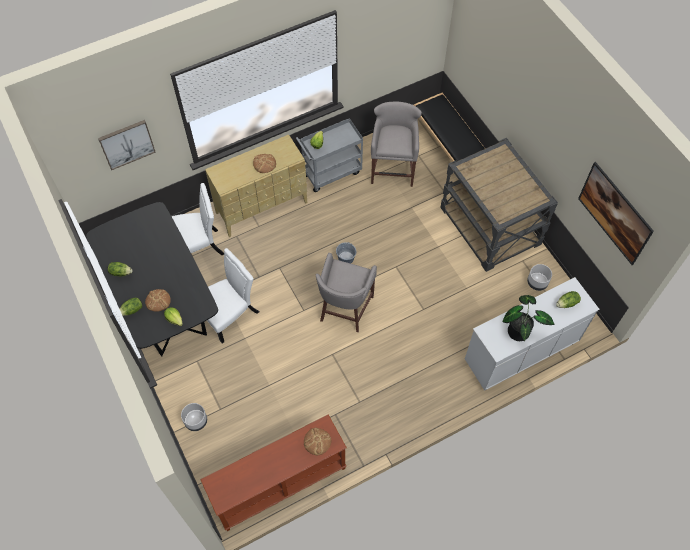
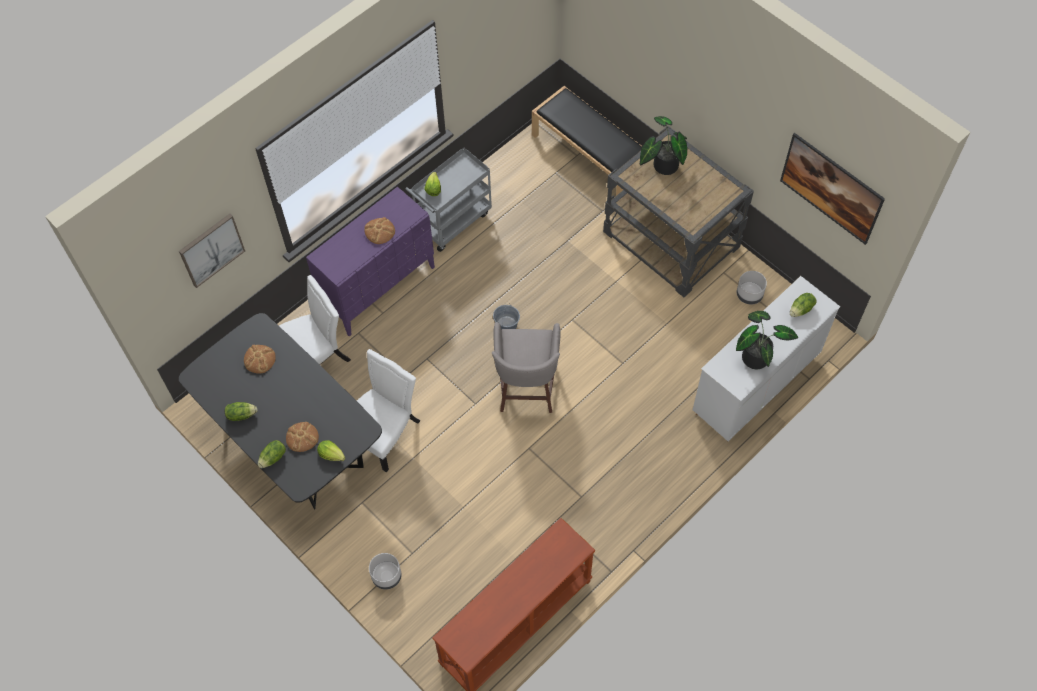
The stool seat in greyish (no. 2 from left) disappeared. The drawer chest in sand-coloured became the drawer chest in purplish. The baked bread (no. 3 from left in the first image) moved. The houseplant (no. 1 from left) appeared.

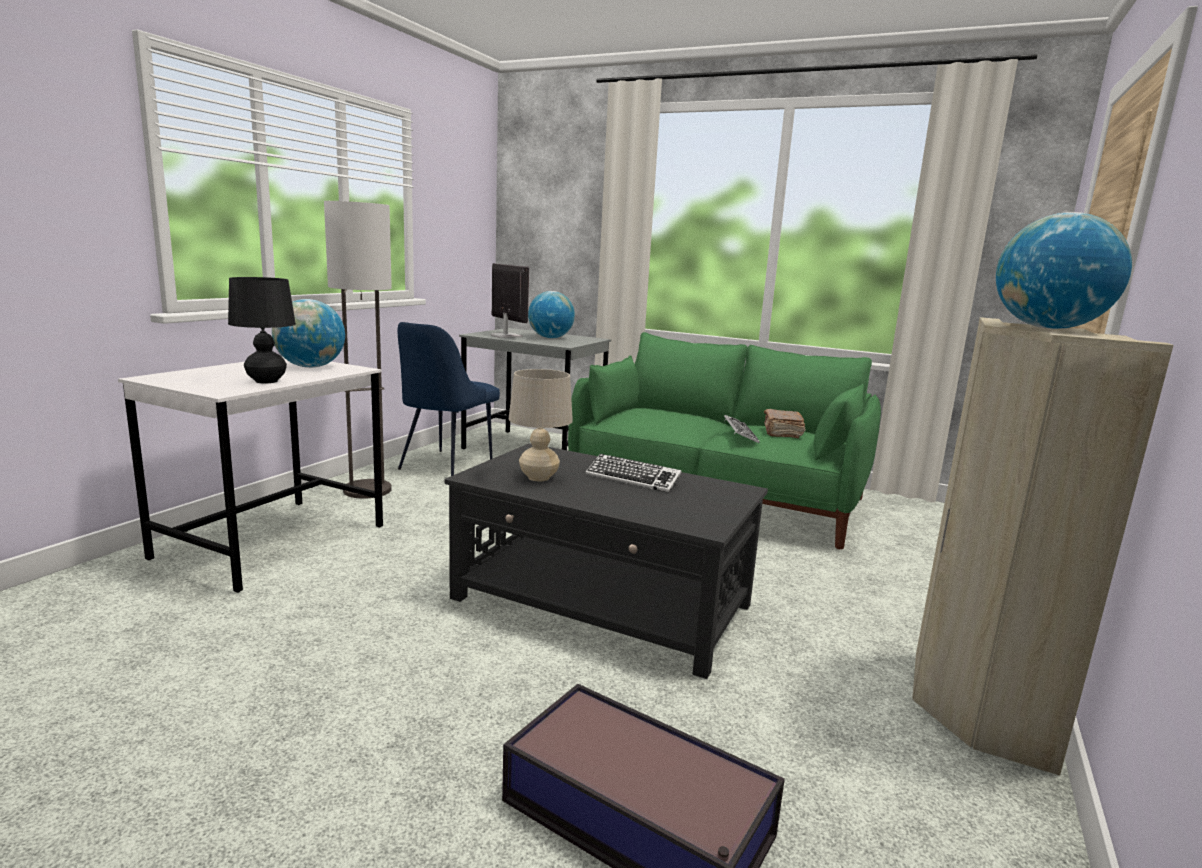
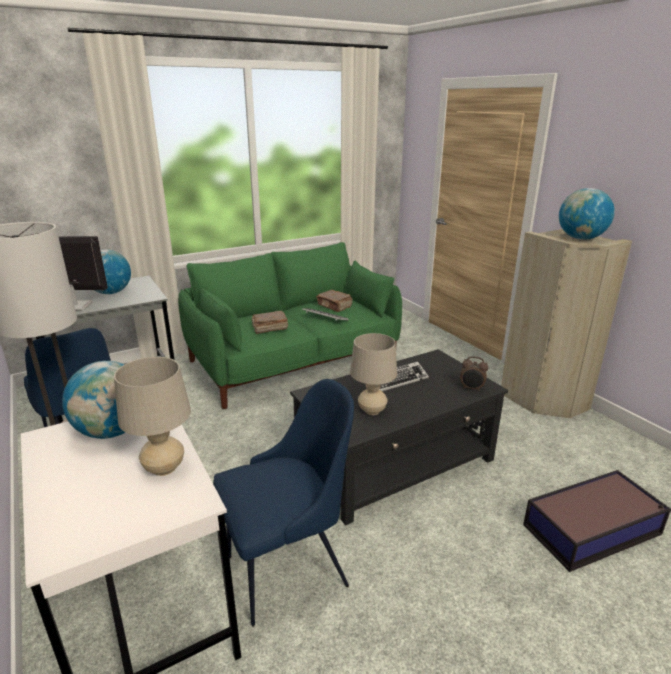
The tabletop lamp in blackish became the tabletop lamp in sand-coloured (no. 1 from left). The bound book in brown-coloured (no. 1 from left) appeared. The table clock appeared. The upright chair in blue (no. 2 from left) appeared.

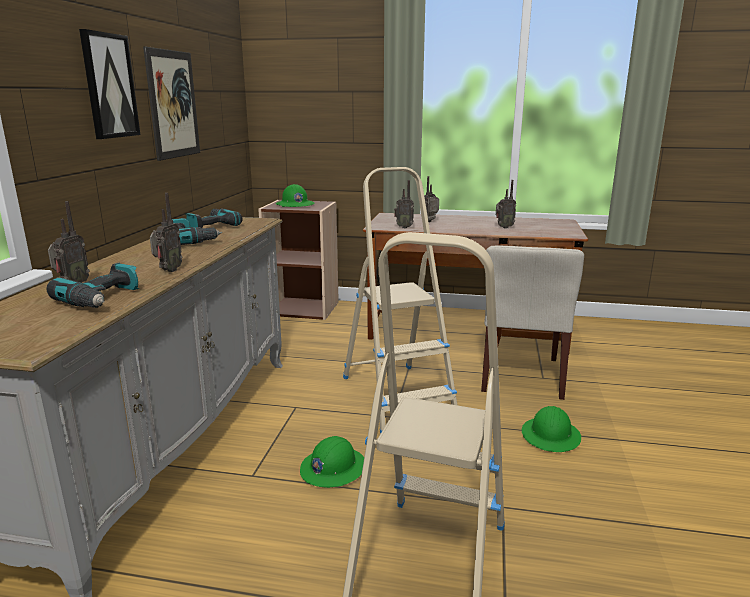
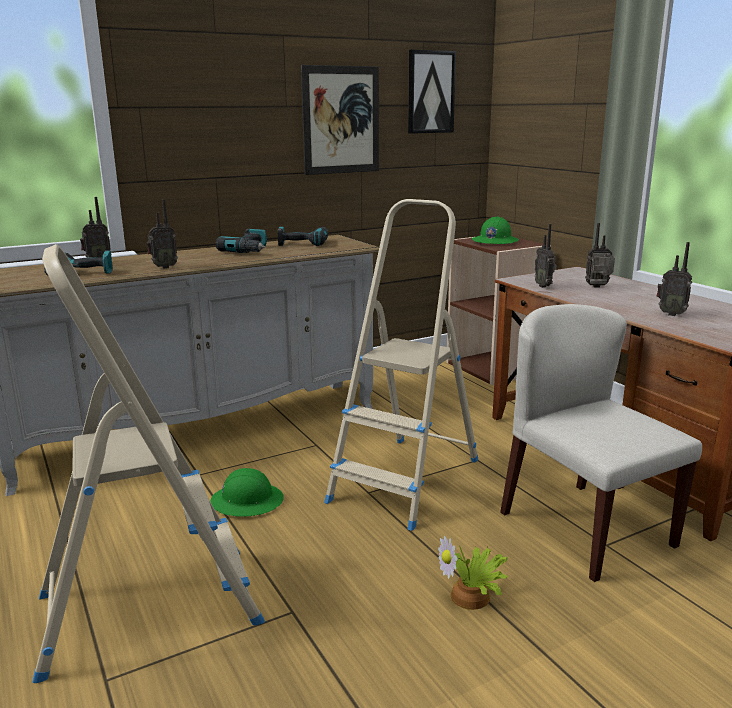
The wall picture (no. 1 from left in the first image) moved. The upright chair in sand-coloured turned 90 degrees clockwise. The hard hat in greenish (no. 3 from left) was replaced by the houseplant.

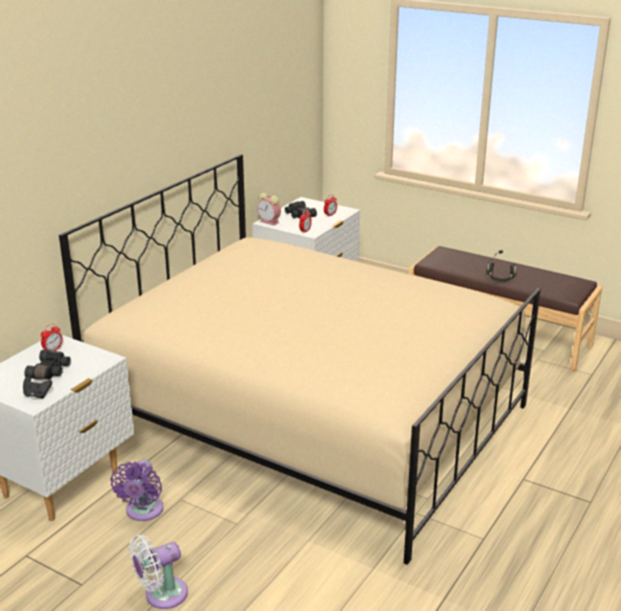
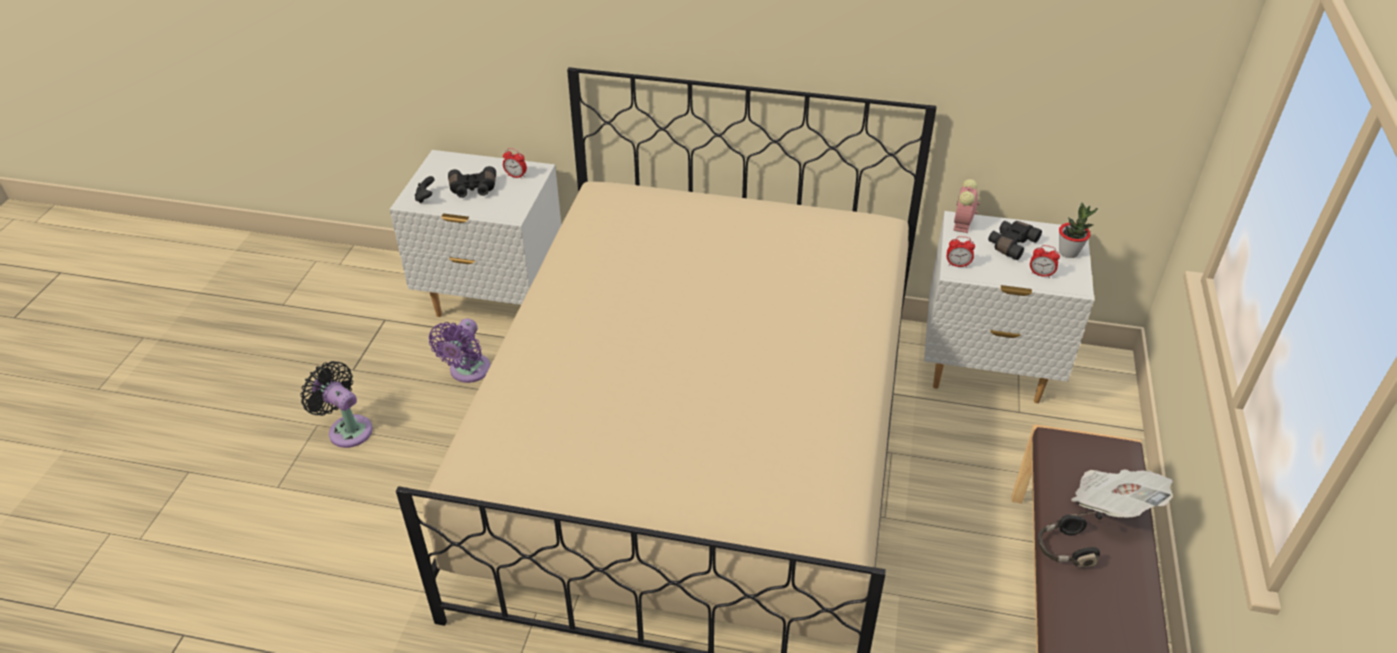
The cooling fan in purplish turned 60 degrees counterclockwise. The cooling fan in white became the cooling fan in blackish. The houseplant appeared. The printed paper appeared.

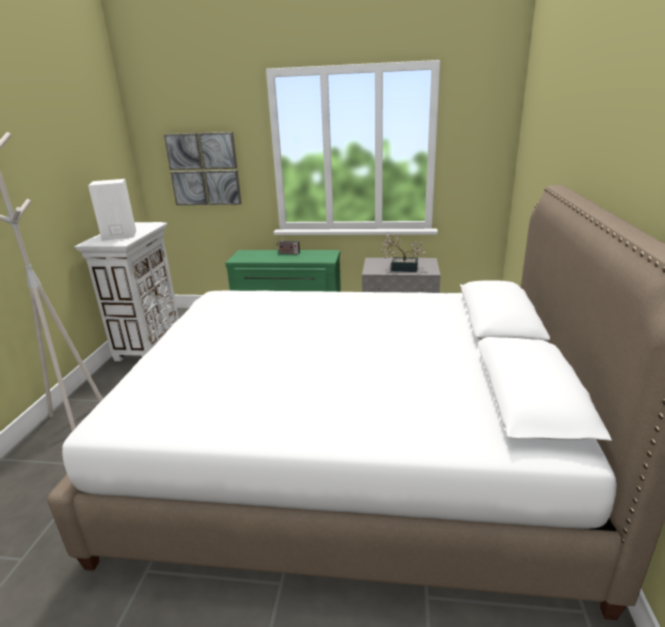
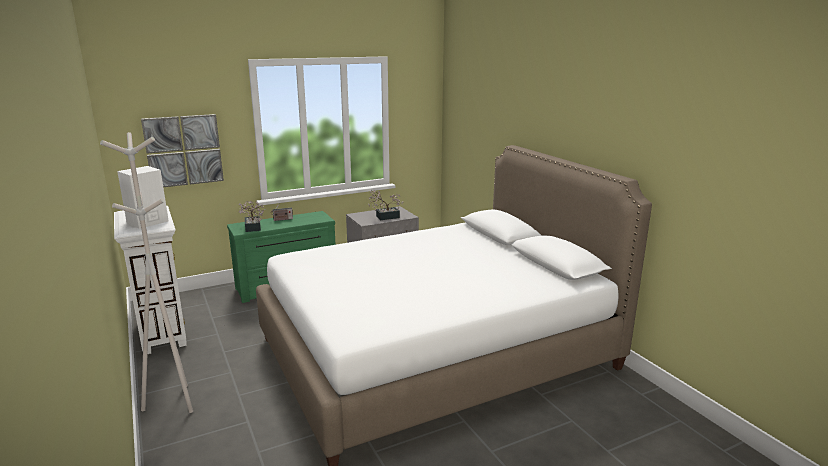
The houseplant (no. 1 from left) appeared.

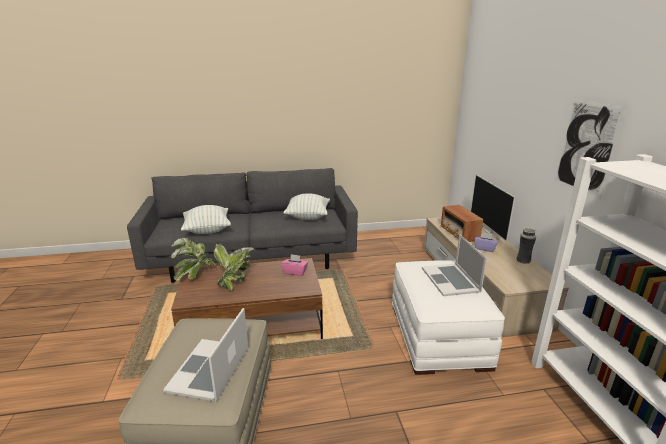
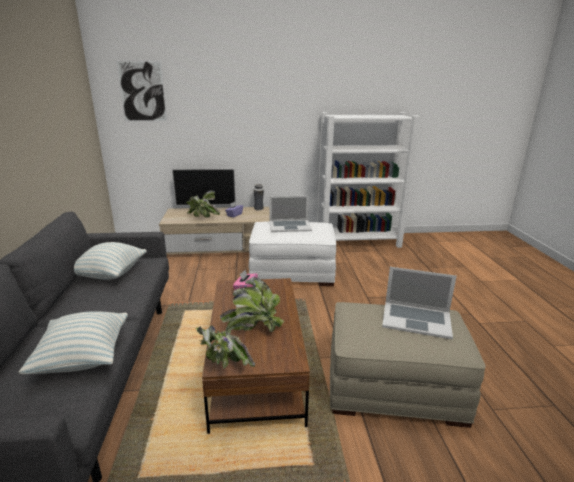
The wall picture moved. The radio was replaced by the houseplant (no. 1 from left).

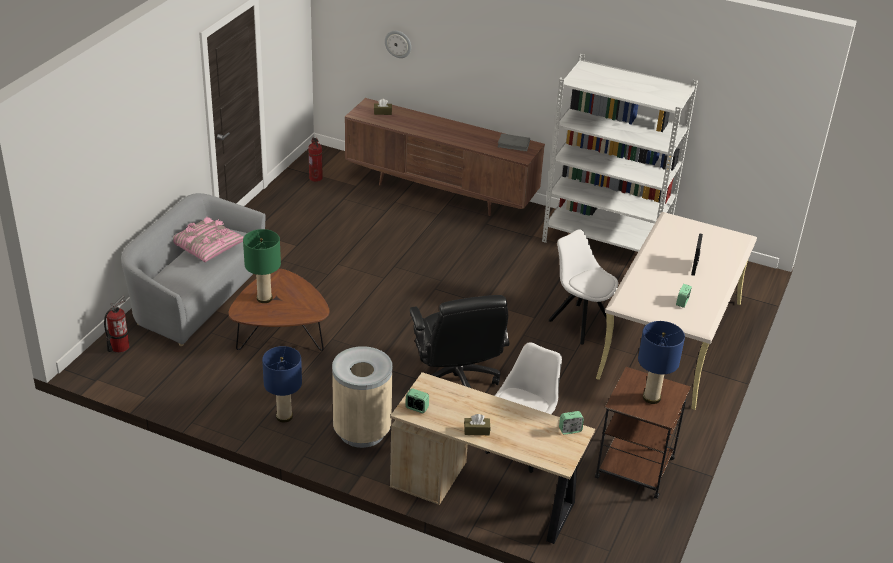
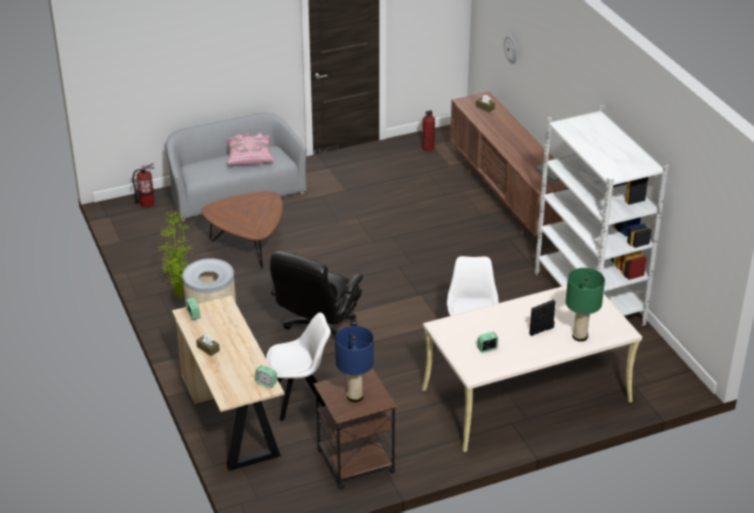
The tabletop lamp in greenish moved. The tabletop lamp in blue (no. 1 from left) was replaced by the houseplant.

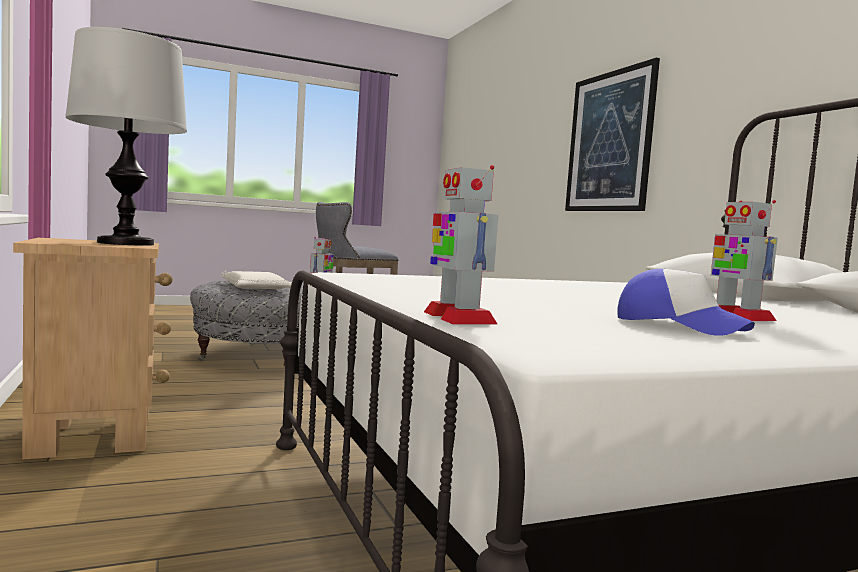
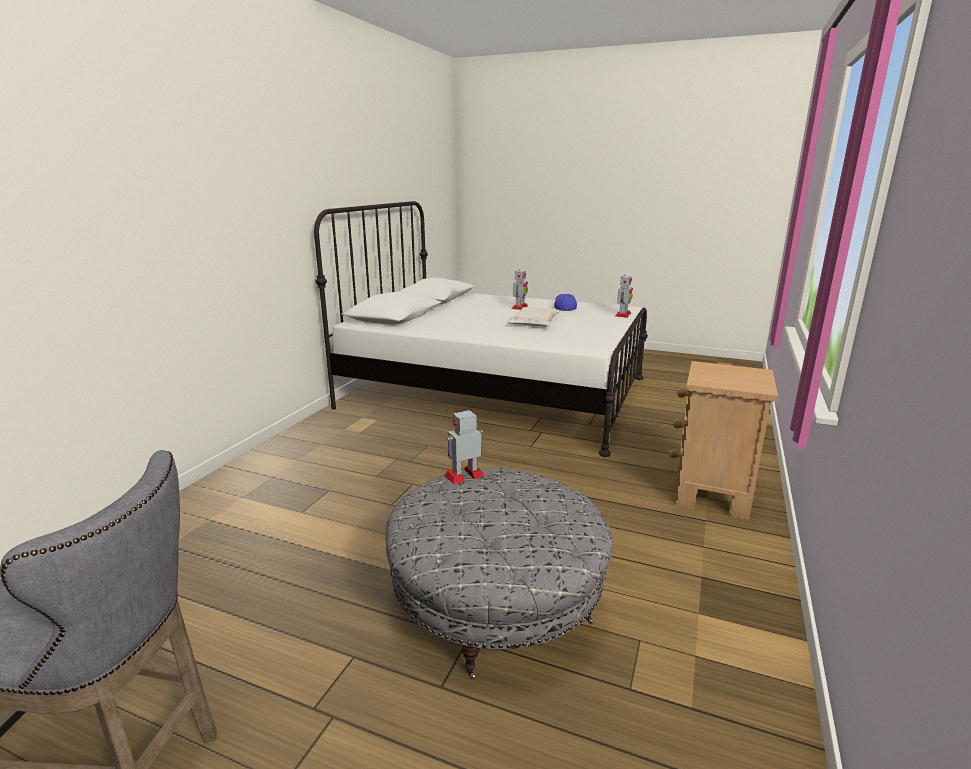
The tabletop lamp disappeared. The wall picture disappeared. The pillow in white moved.

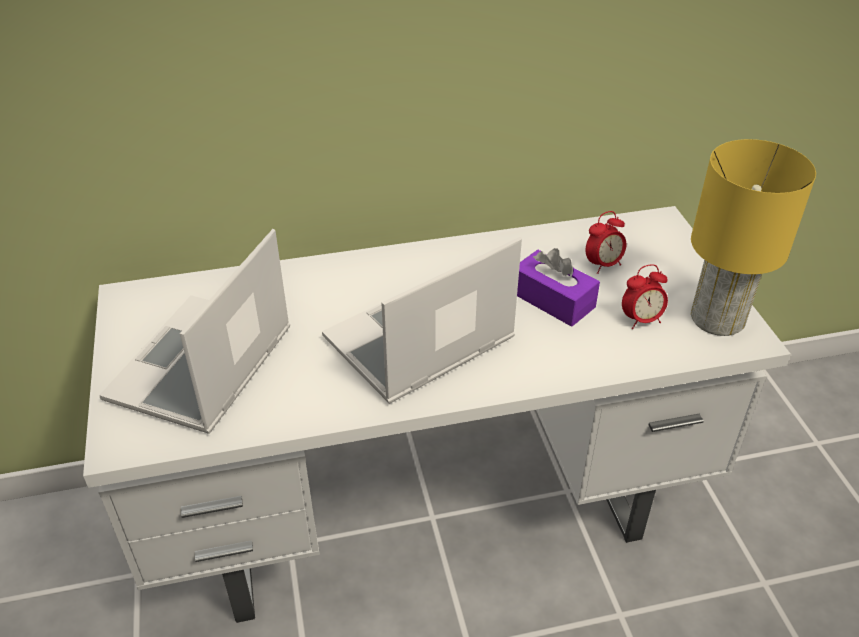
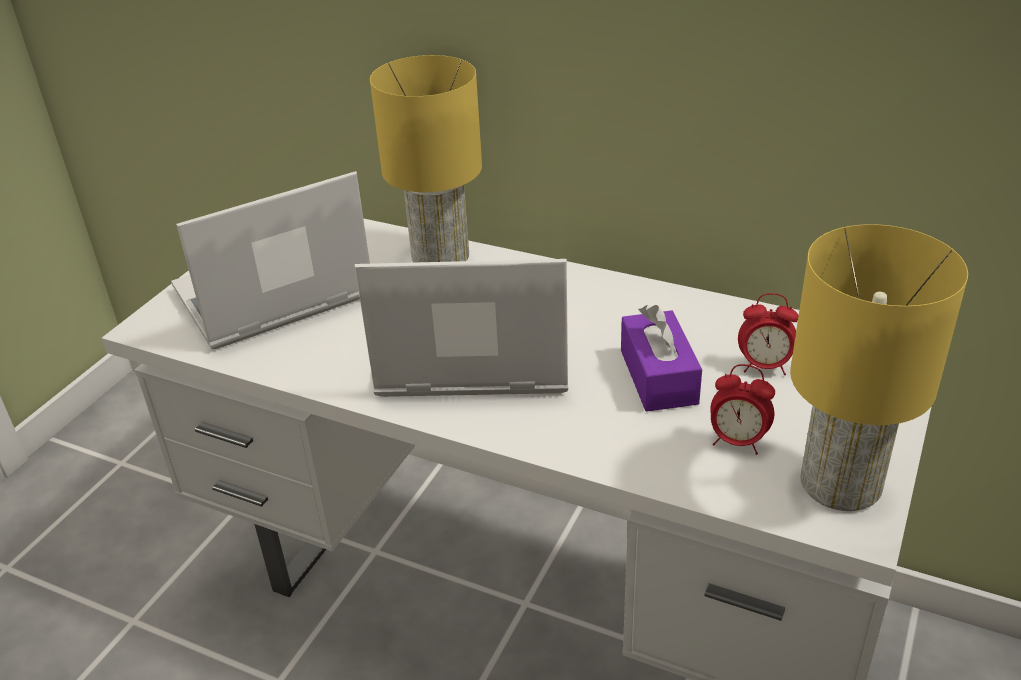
The tabletop lamp in yellowish (no. 1 from left) appeared.

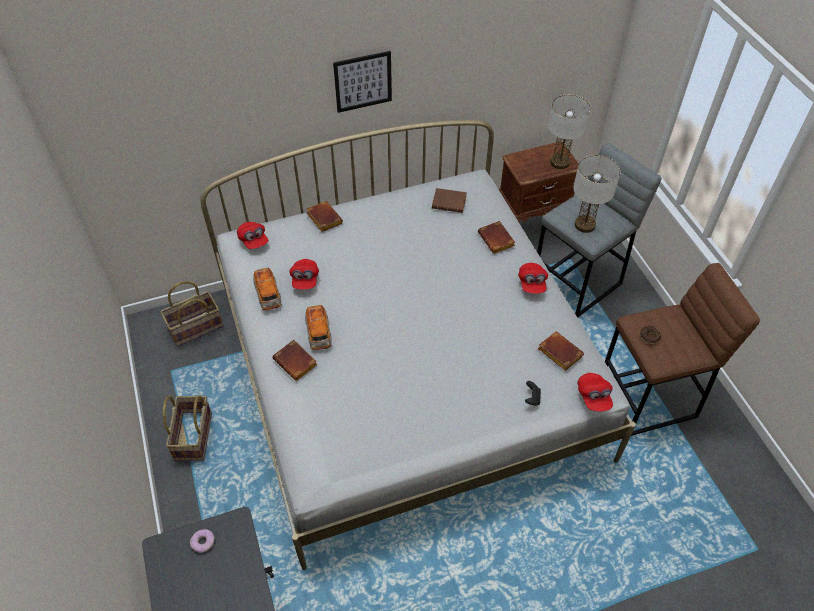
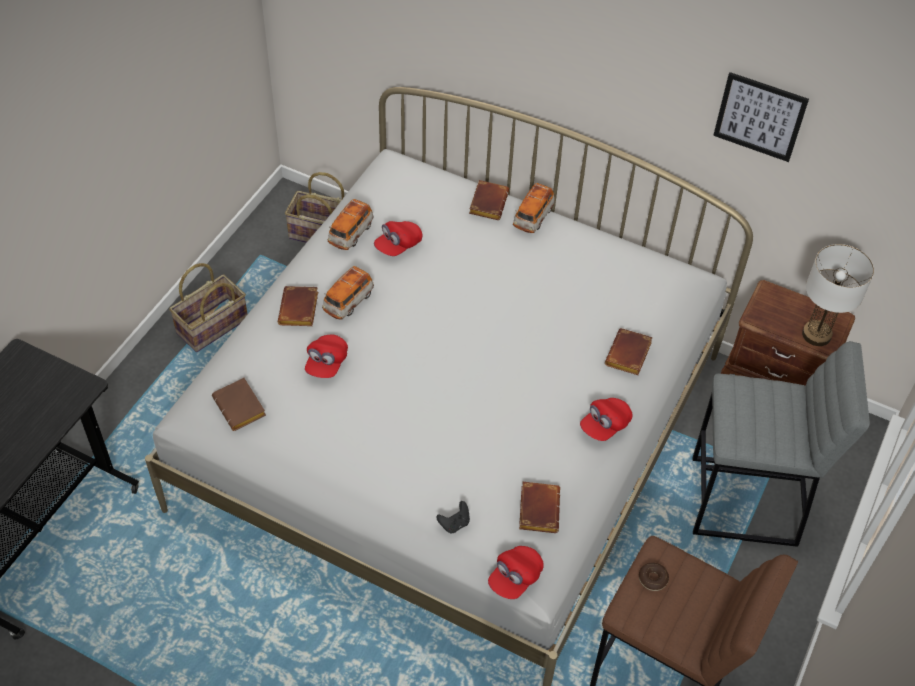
The wall picture moved. The tabletop lamp (no. 2 from left) disappeared. The bound book in brown-coloured (no. 3 from left in the first image) moved. The cap in reddish (no. 1 from left) moved. The doughnut (no. 1 from left) disappeared. The miniature car (no. 3 from left) appeared.

